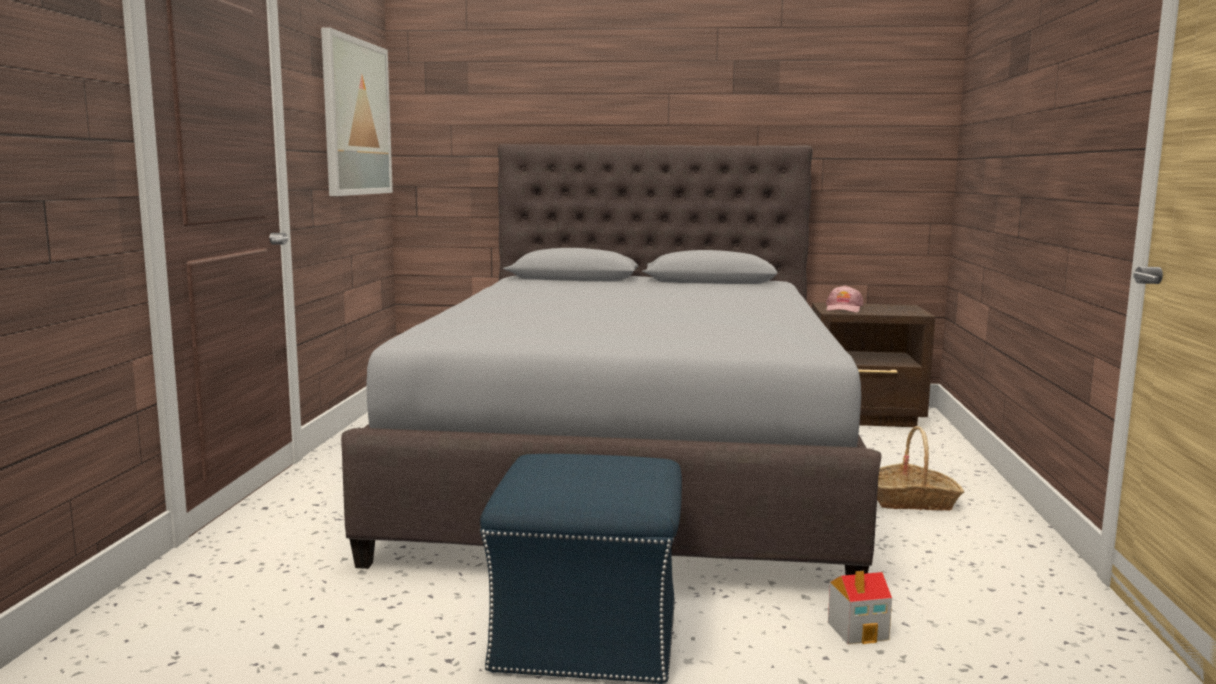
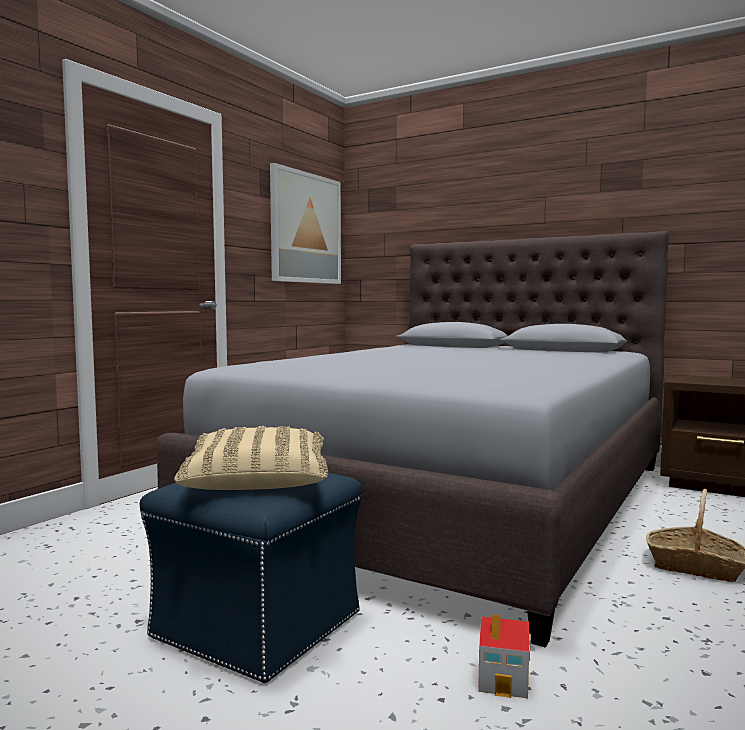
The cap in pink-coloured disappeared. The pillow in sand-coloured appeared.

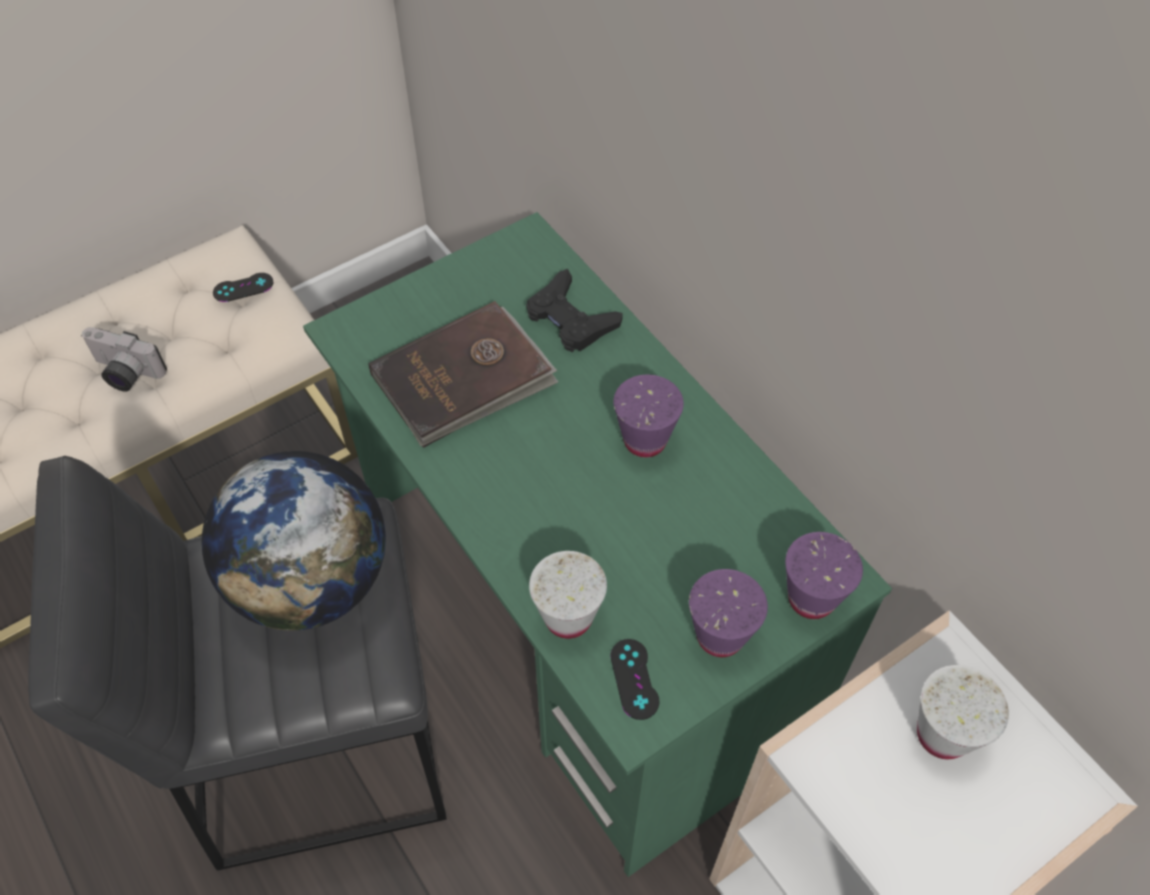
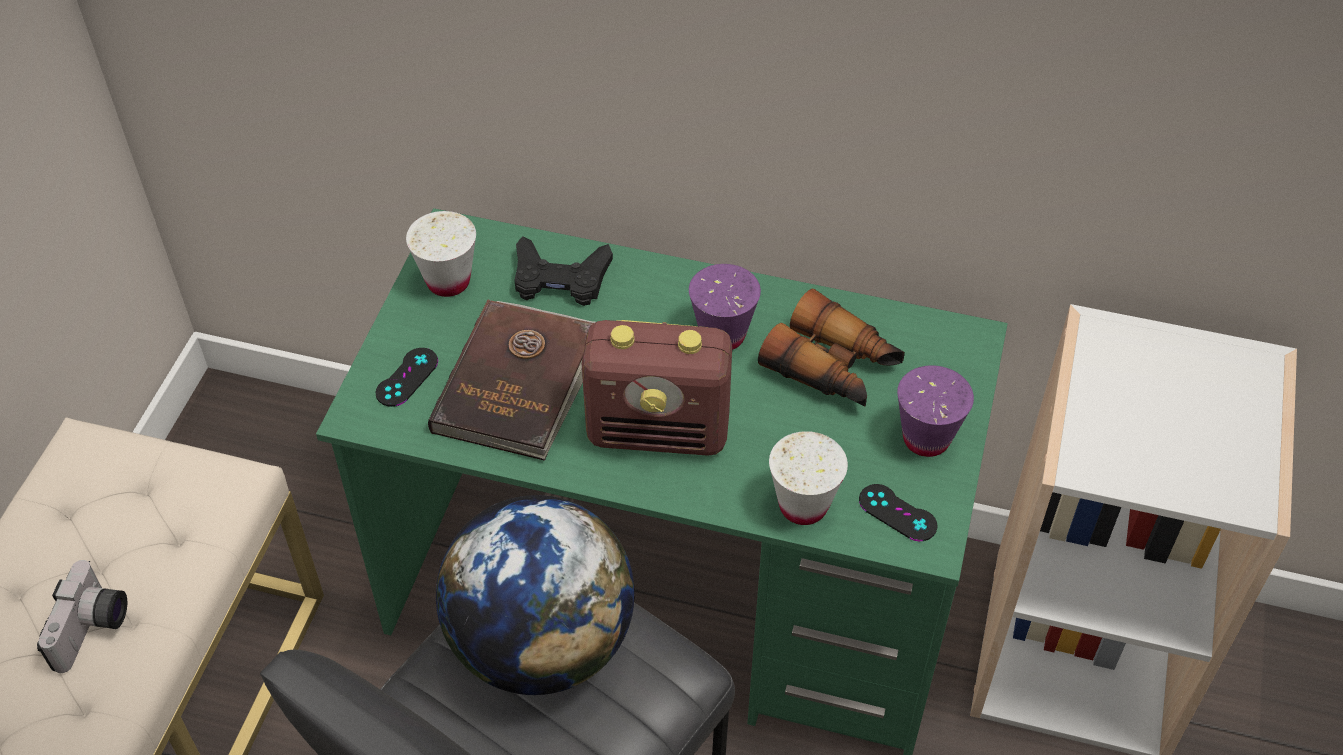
The gamepad in blackish (no. 1 from left) moved. The photo camera turned 60 degrees counterclockwise. The cup in purplish (no. 3 from left) disappeared. The cup in white (no. 2 from left in the first image) moved. The pair of binoculars appeared. The radio appeared.

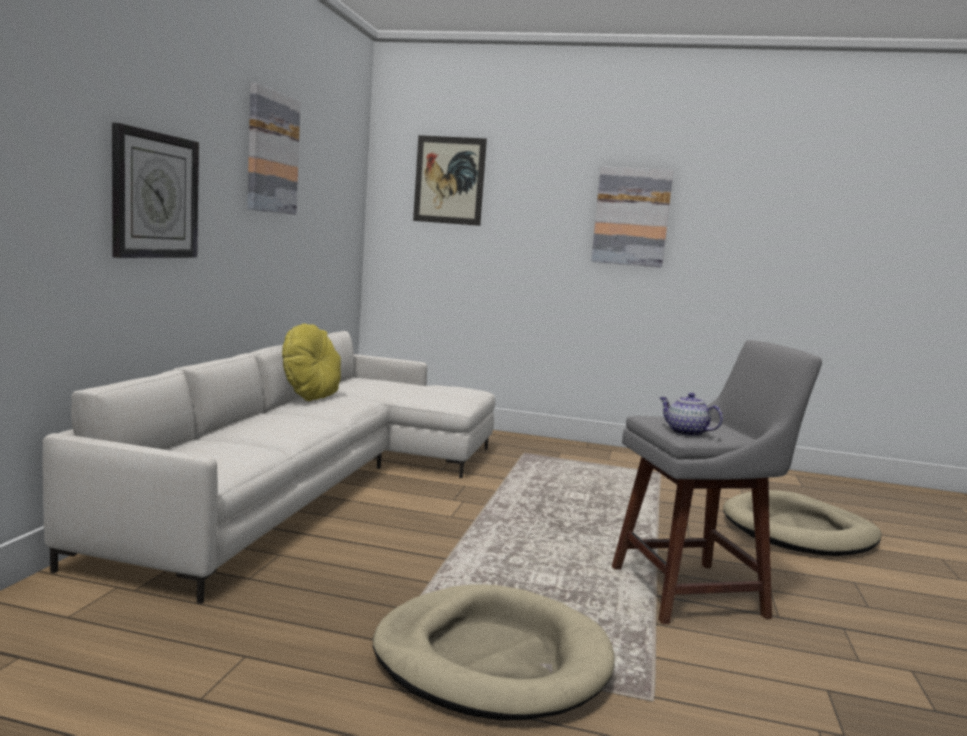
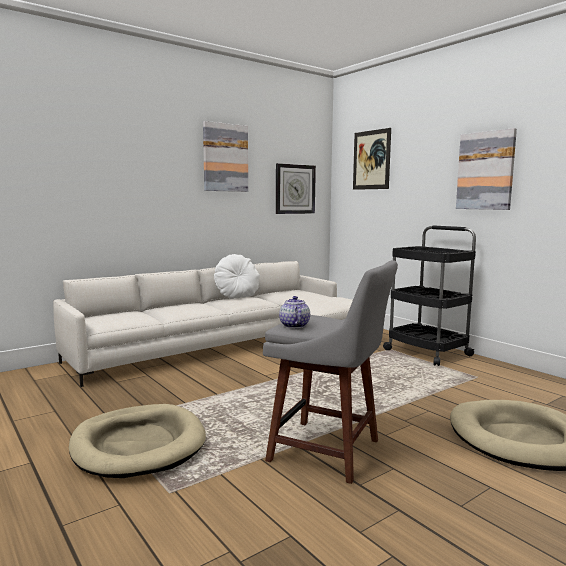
The hanging clock moved. The pillow in yellowish became the pillow in white. The trolley in blackish appeared.

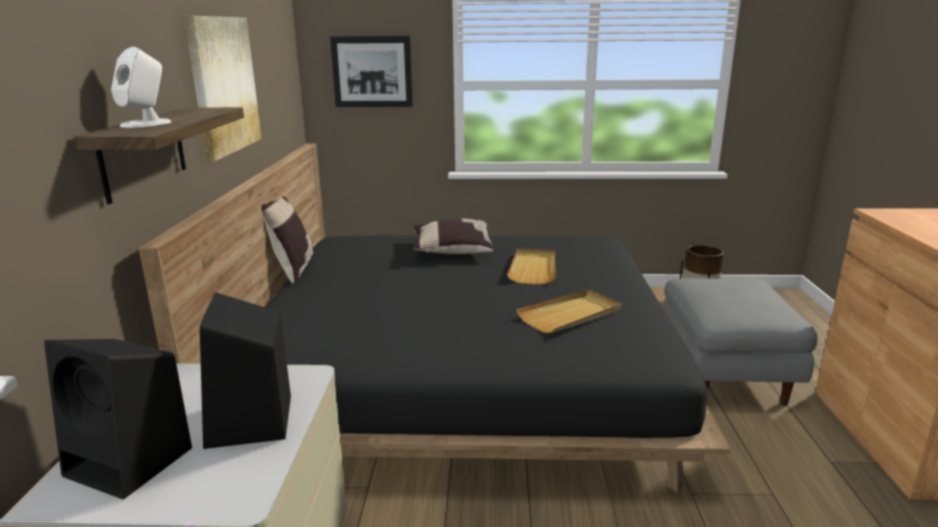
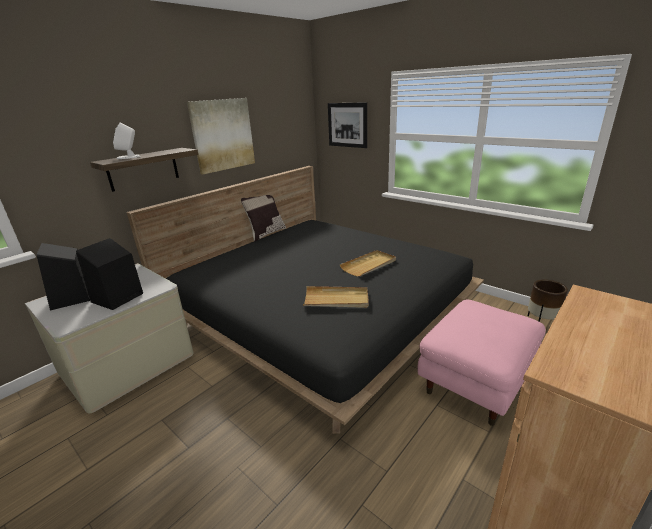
The pillow (no. 2 from left) disappeared. The ottoman in greyish became the ottoman in pink-coloured.

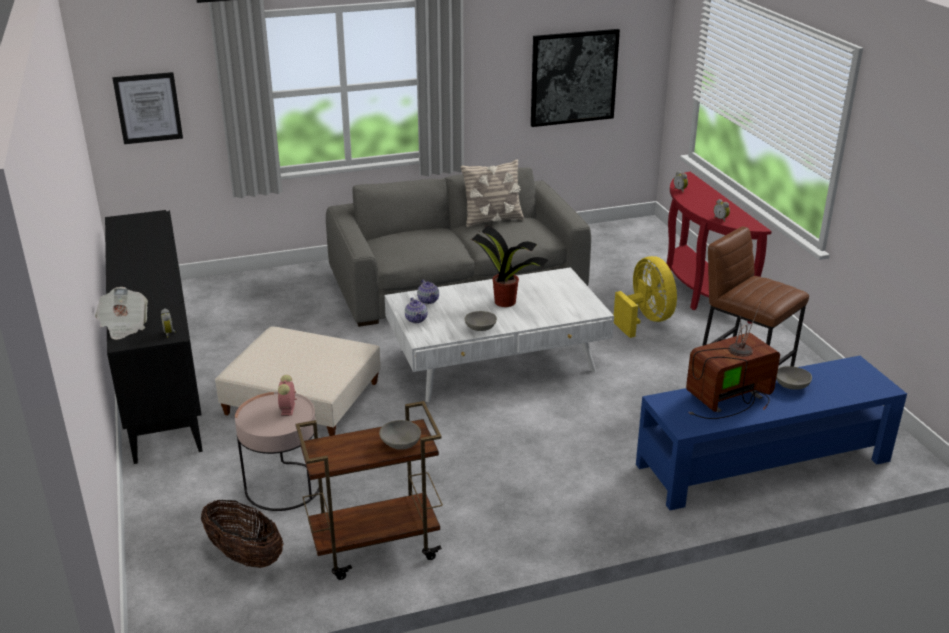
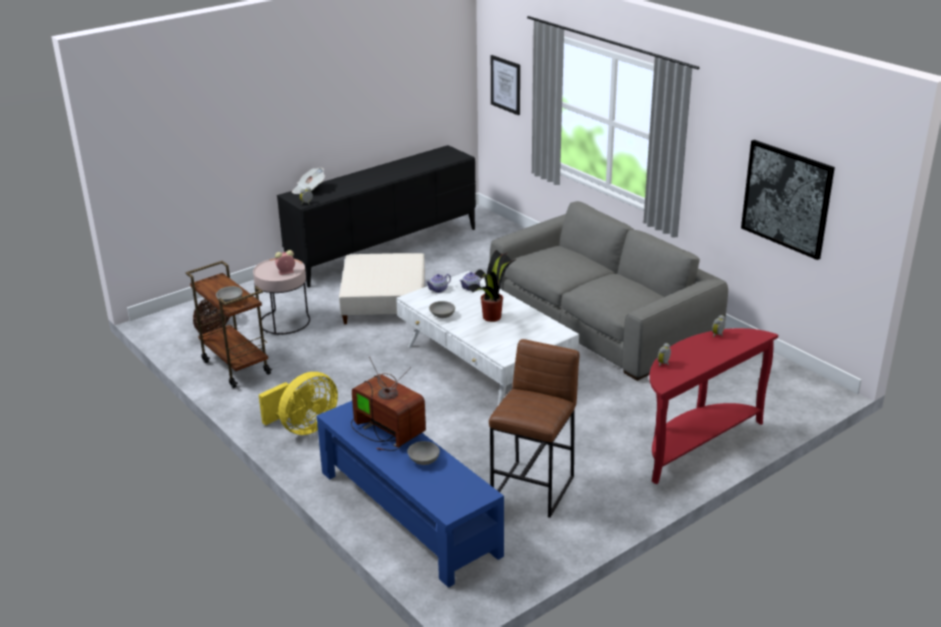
The pillow in sand-coloured disappeared. The cooling fan in yellowish moved.

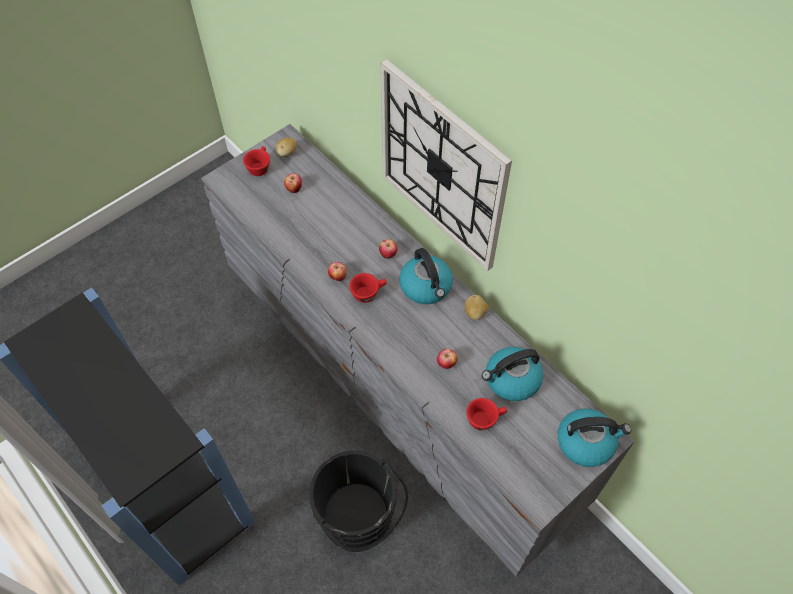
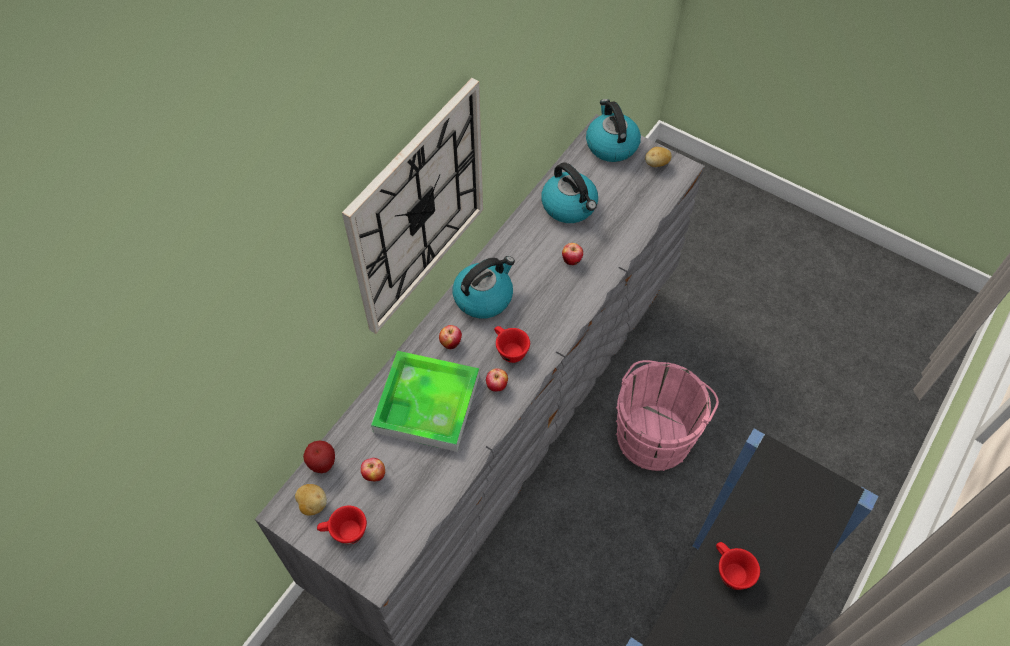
The whole potato (no. 2 from left) moved. The cup in reddish (no. 3 from left) moved. The pail in blackish became the pail in pink-coloured. The serving tray appeared. The apple fruit (no. 1 from left) appeared.

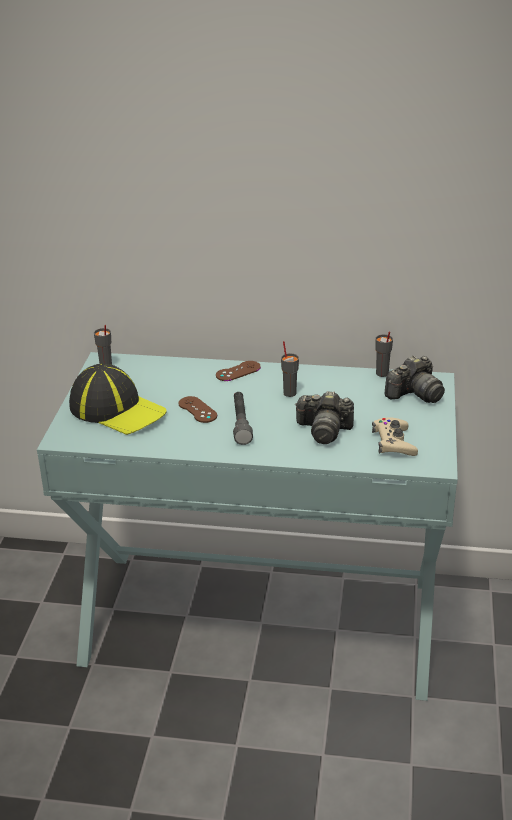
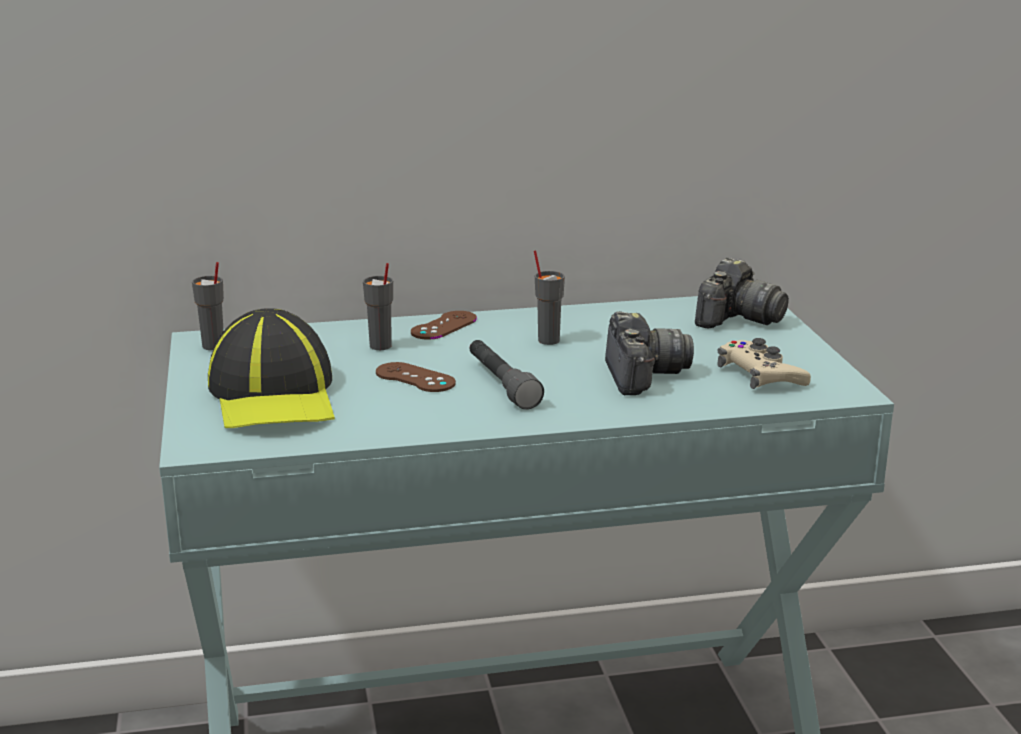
The cup in greyish (no. 3 from left in the first image) moved. The cap turned 60 degrees clockwise. The photo camera (no. 1 from left) turned 90 degrees counterclockwise.

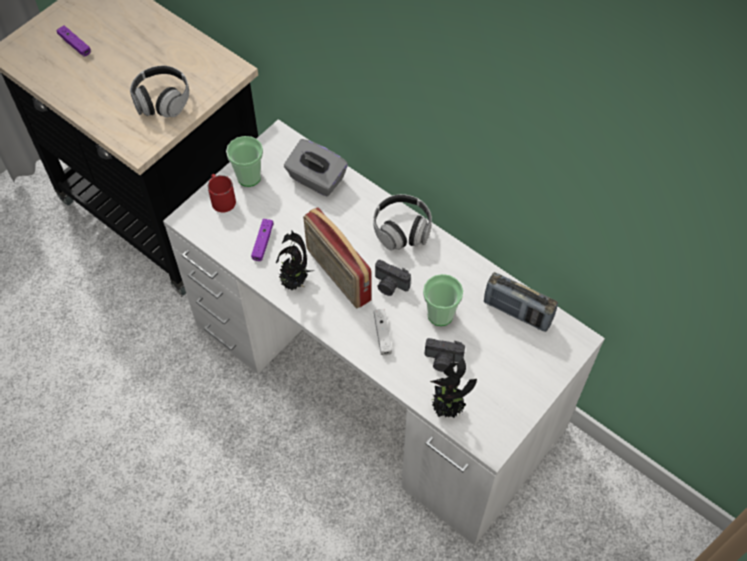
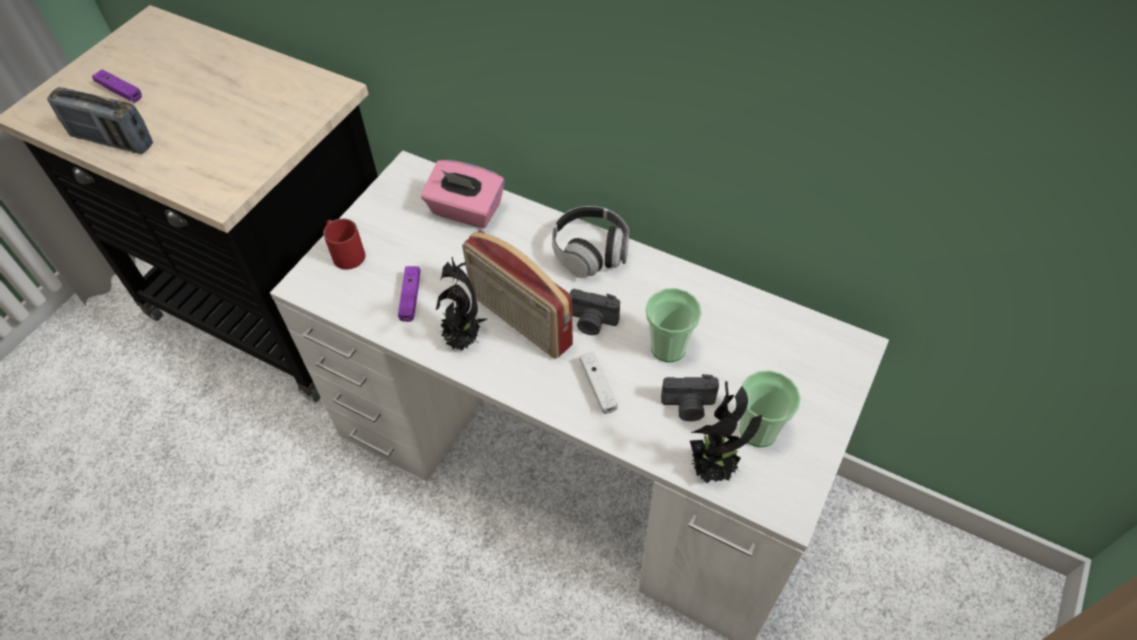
The headset (no. 1 from left) disappeared. The cup (no. 1 from left in the first image) moved. The box of tissues in greyish became the box of tissues in pink-coloured. The radio (no. 2 from left in the first image) moved.

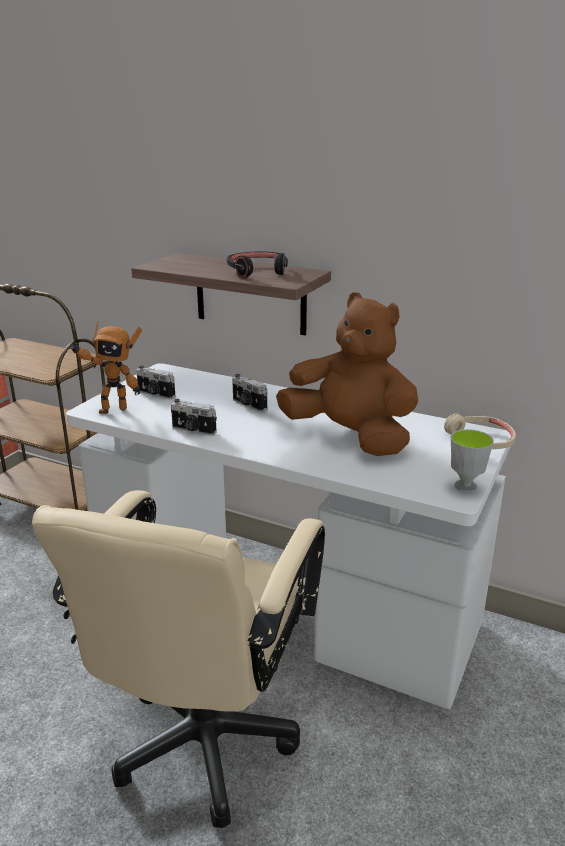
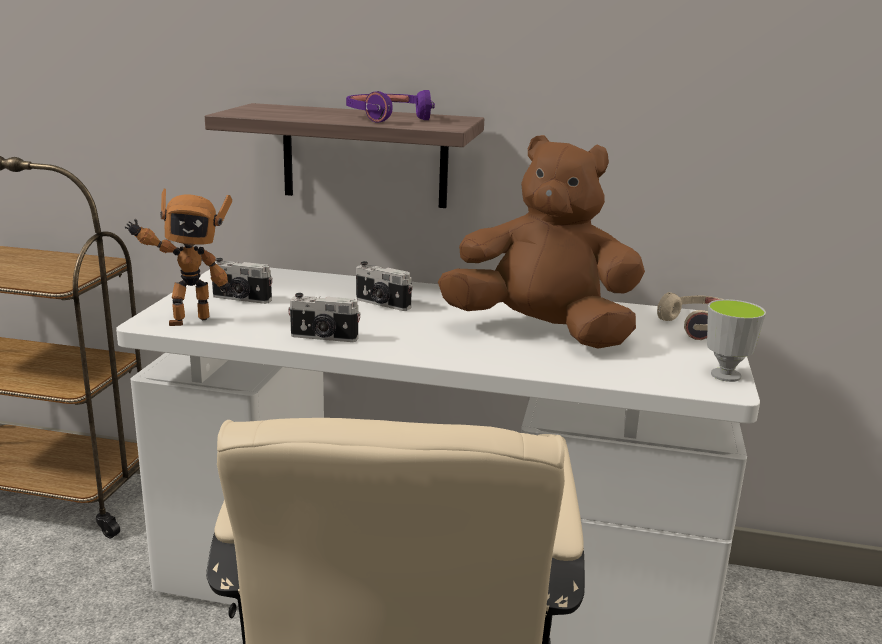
The headset in blackish became the headset in purplish.

